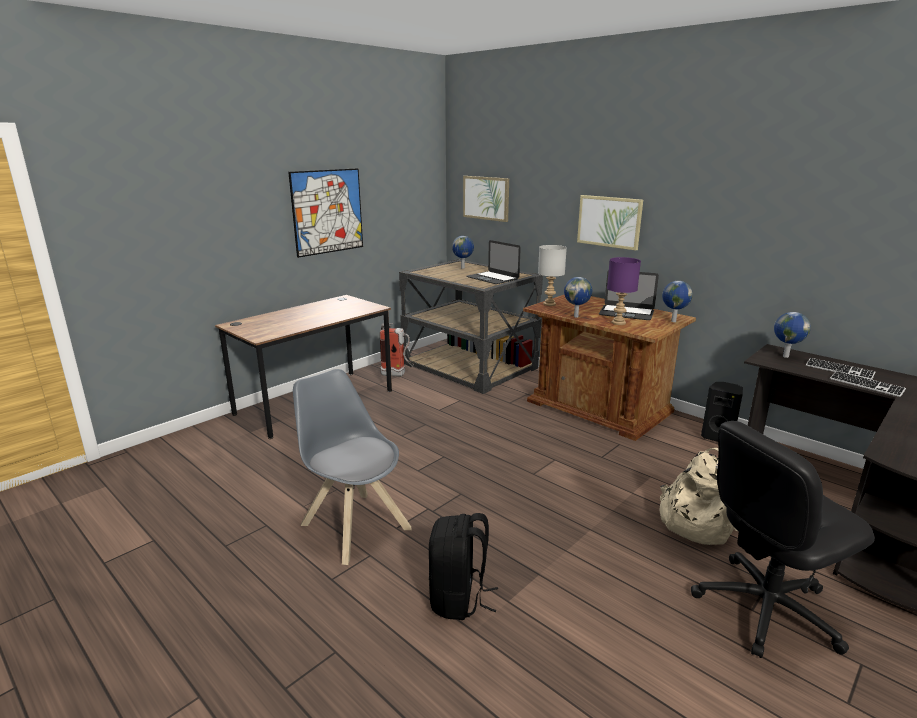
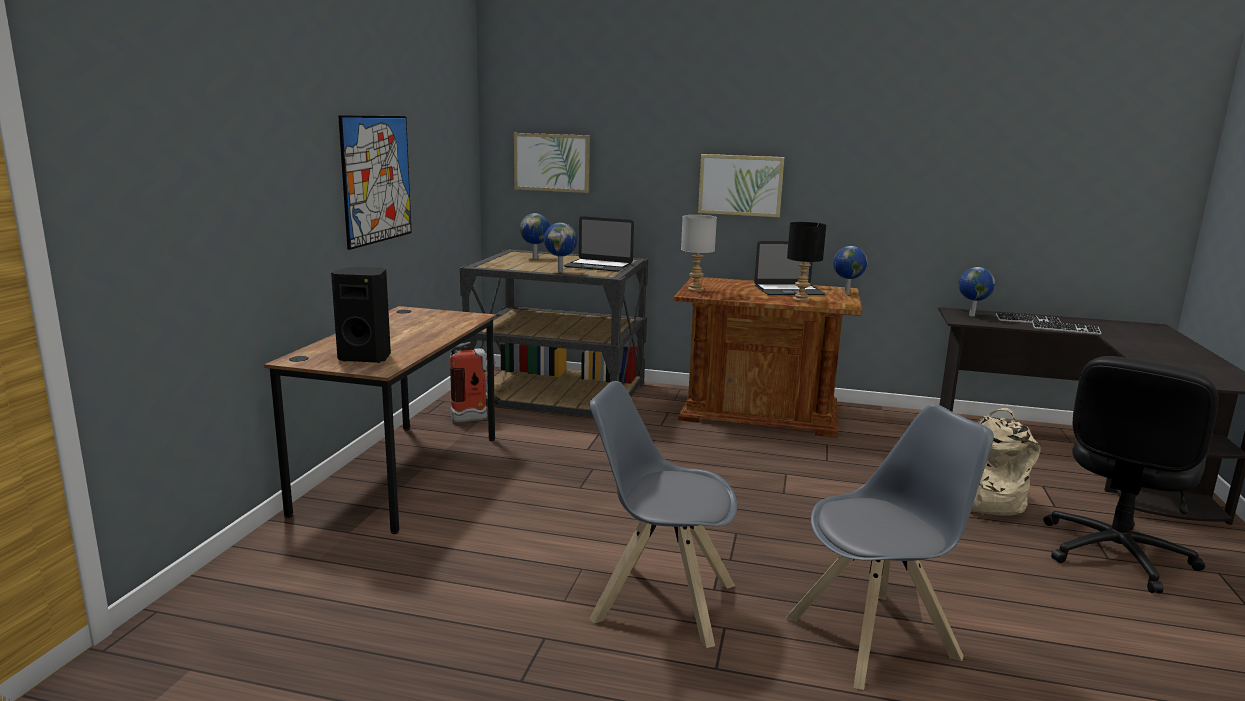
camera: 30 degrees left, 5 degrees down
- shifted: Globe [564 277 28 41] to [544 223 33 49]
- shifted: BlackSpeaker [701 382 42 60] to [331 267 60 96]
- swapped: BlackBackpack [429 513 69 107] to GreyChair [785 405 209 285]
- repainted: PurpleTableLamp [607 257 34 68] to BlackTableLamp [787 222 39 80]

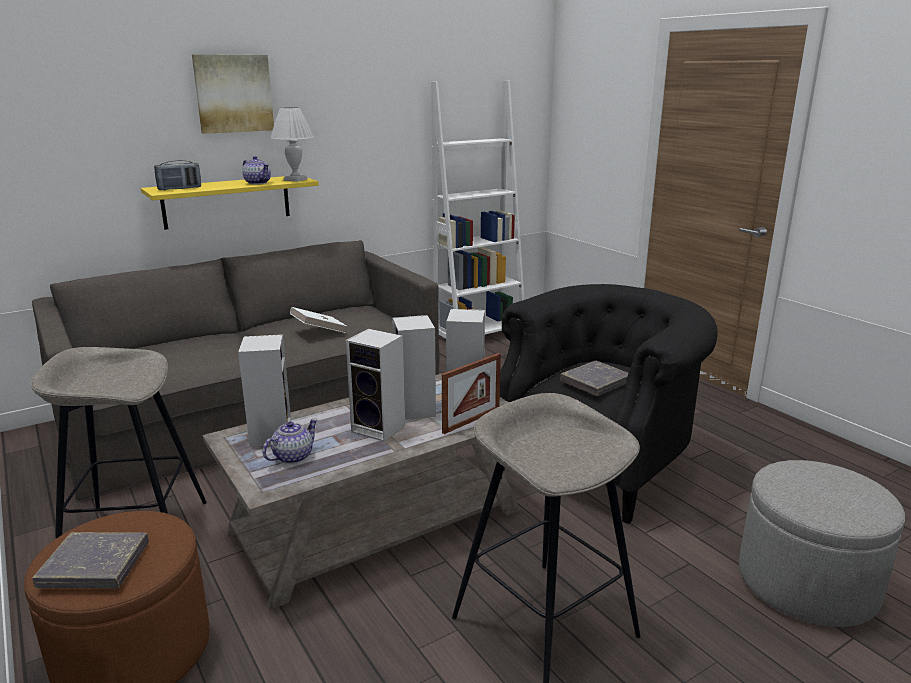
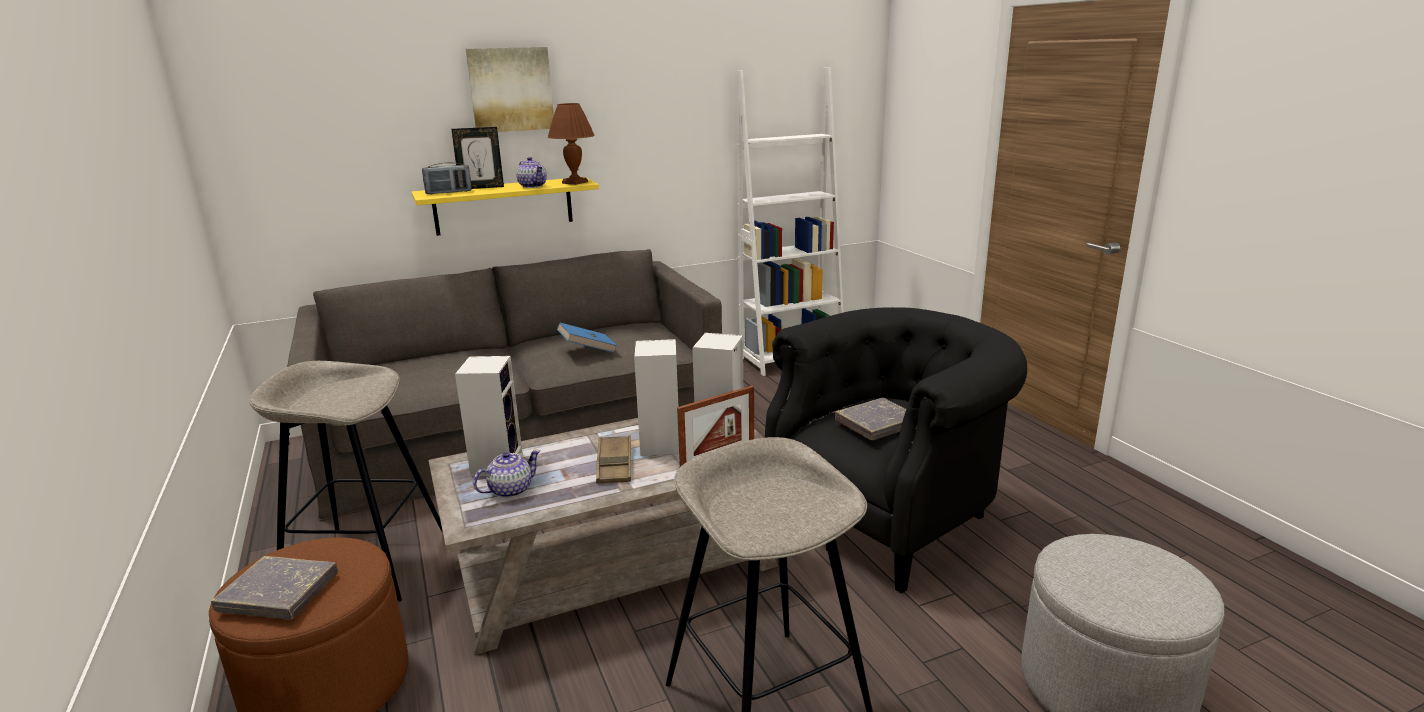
camera: 10 degrees right, 0 degrees up
- new: PictureFrame [451 127 53 62]
- swapped: Speaker [346 329 59 113] to BrownTray [596 435 35 49]
- repainted: WhiteTableLamp [270 107 44 75] to BrownTableLamp [548 103 47 82]
- repainted: WhiteBook [290 307 56 26] to BlueBook [557 322 60 31]

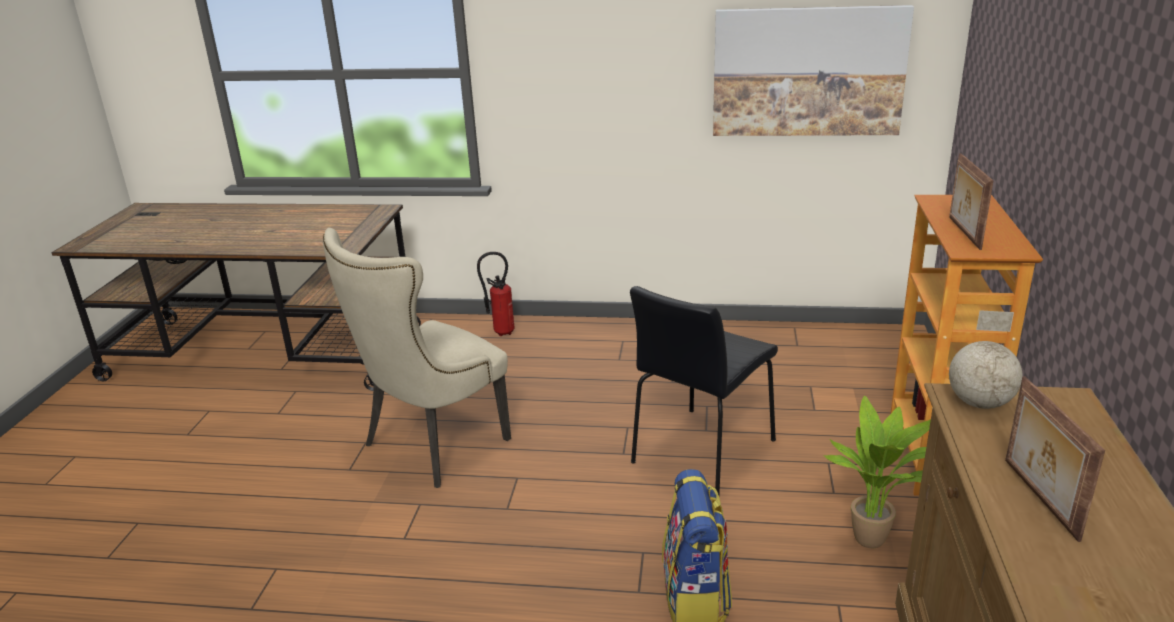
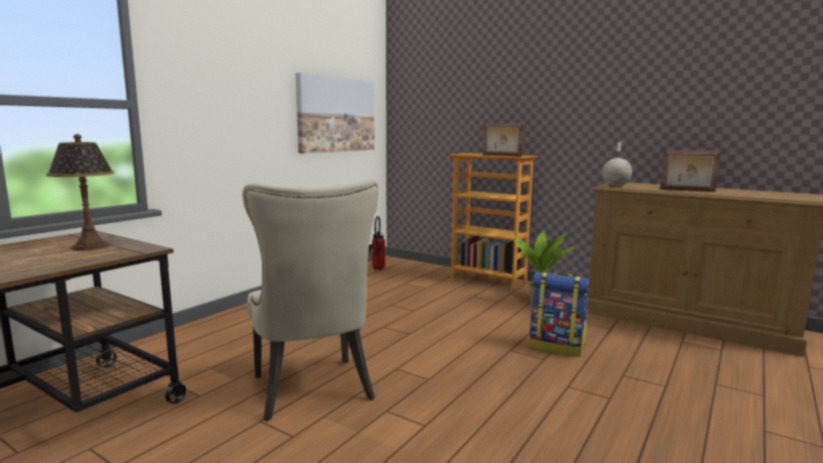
camera: 65 degrees left, 15 degrees down
- gone: BlackChair [630 286 148 210]
- new: TableLamp [46 134 68 117]
- shifted: FireExtinguisher [477 252 38 84] to [369 216 16 54]

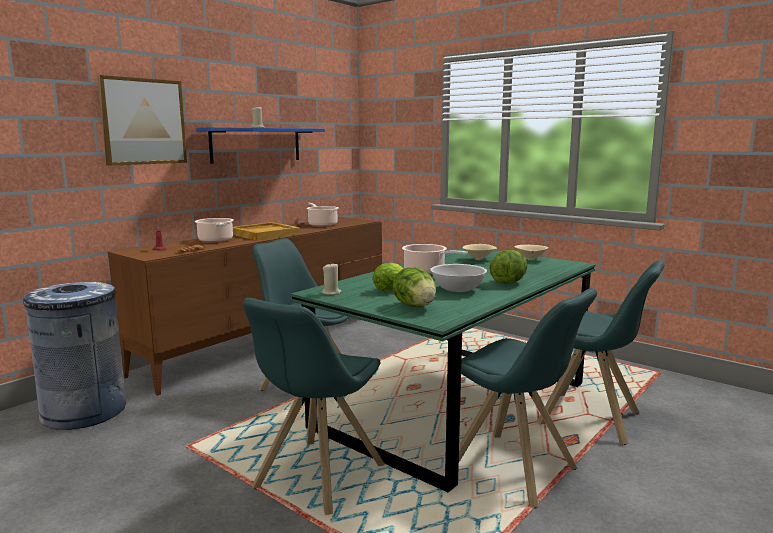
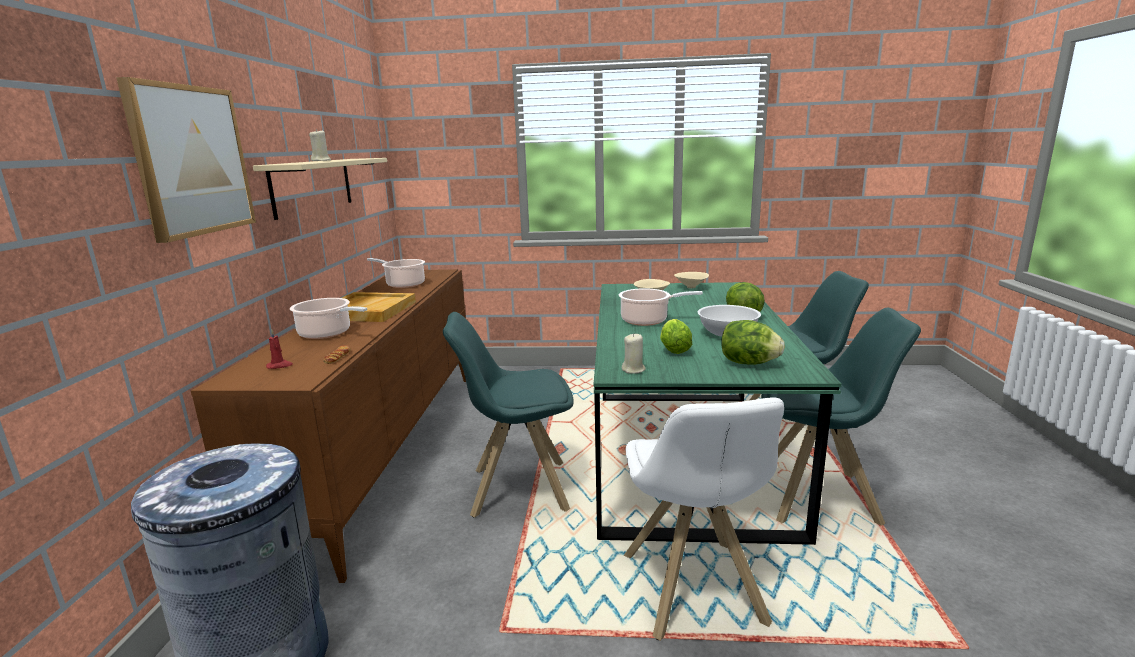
camera: 35 degrees left, 5 degrees up
- repainted: BlueShelf [196 127 129 37] to BeigeShelf [253 158 134 62]
- repainted: TurquoiseChair [243 298 142 217] to WhiteChair [624 397 160 244]

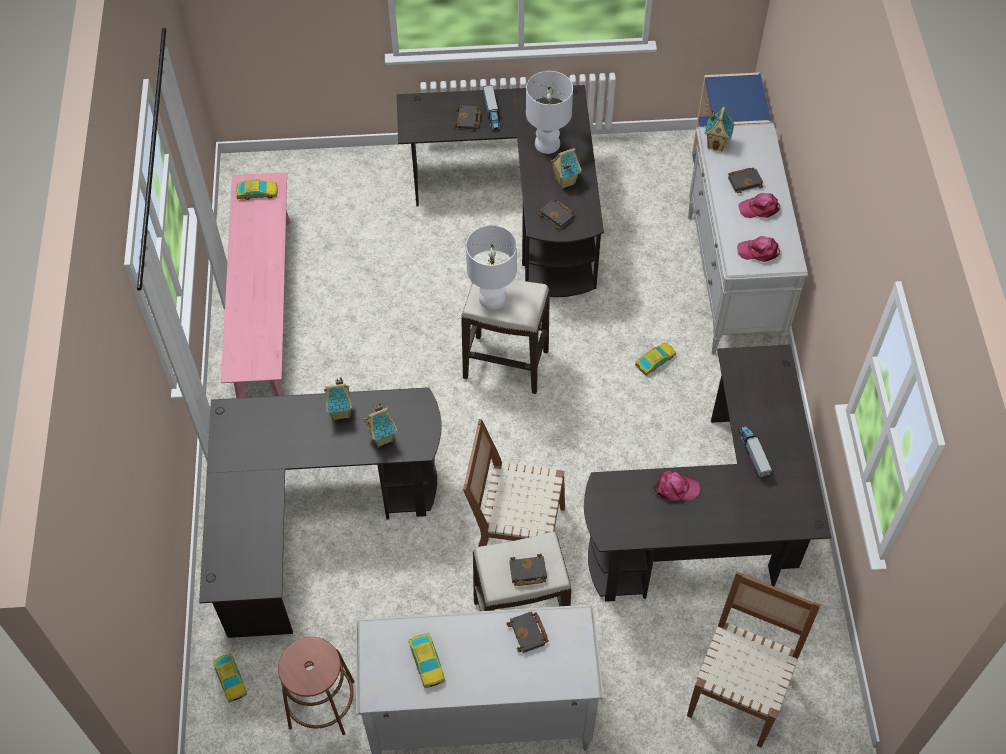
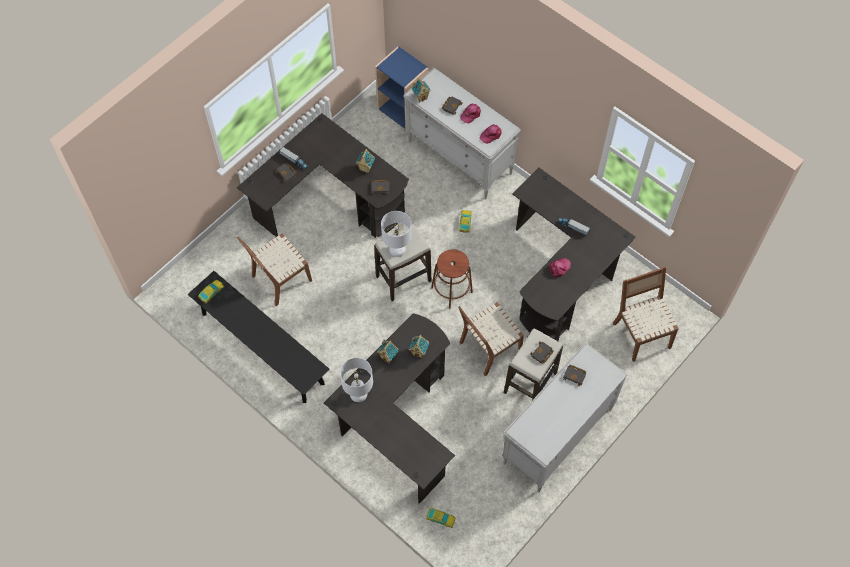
camera: 45 degrees left, 5 degrees up
- gone: ToyCar [409 633 36 55]
- new: Chair [237 233 75 73]
- shifted: BrownStool [278 637 77 98] to [431 249 42 60]
- shifted: WhiteTableLamp [526 71 47 83] to [340 358 33 44]
- repainted: PinkBench [221 172 69 226] to BlackBench [188 271 142 132]

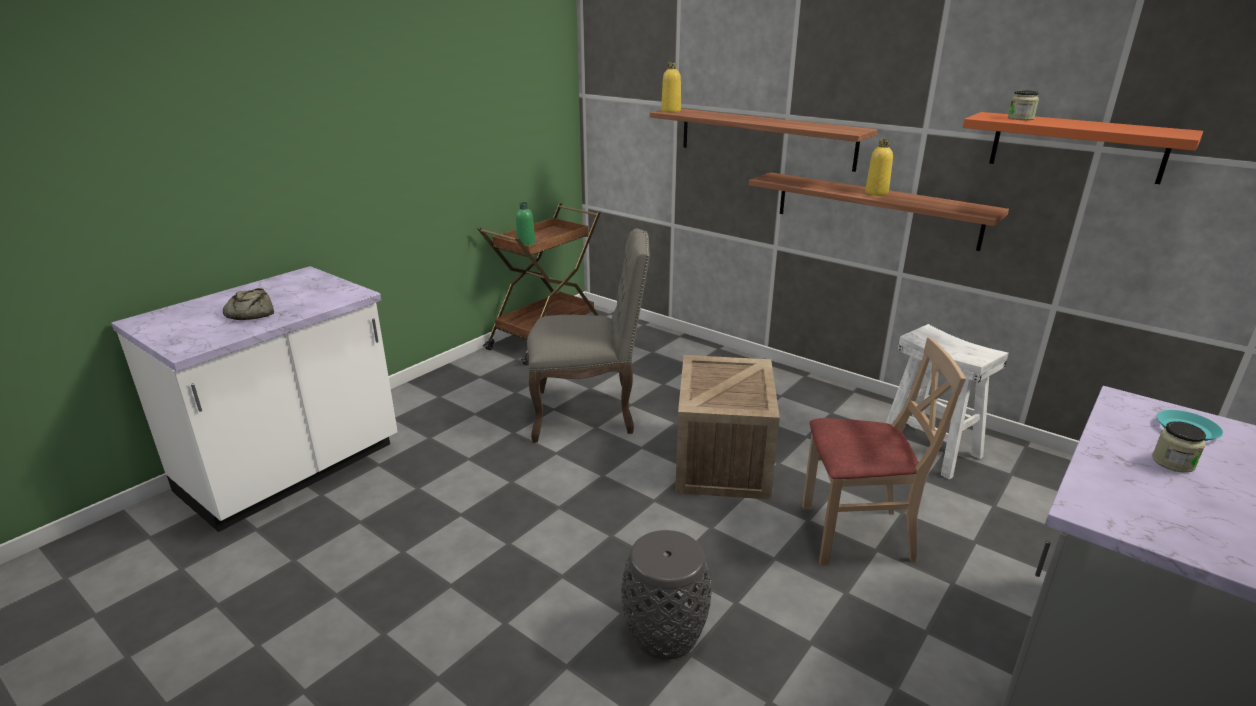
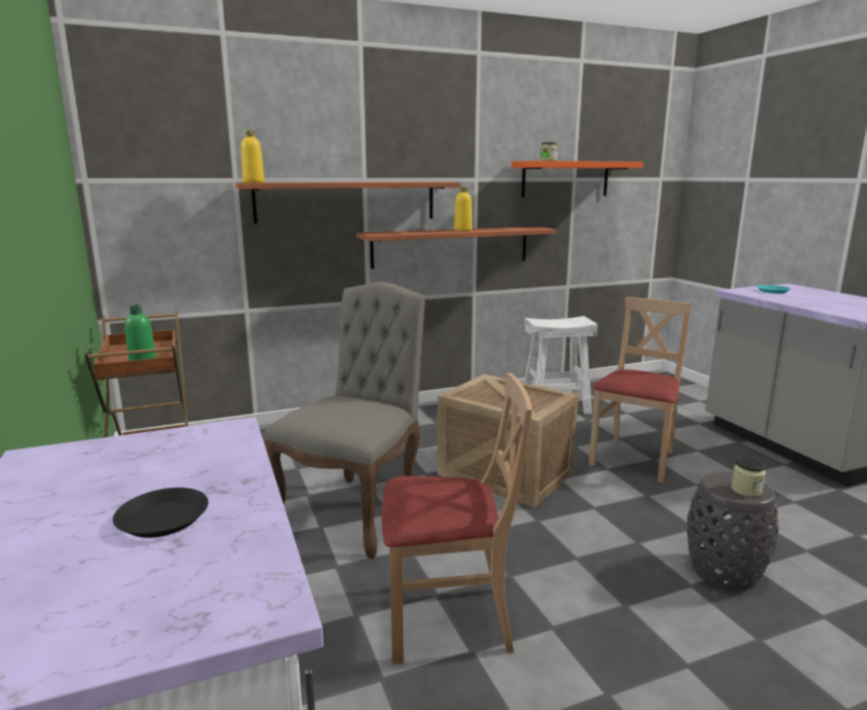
camera: 60 degrees left, 10 degrees down
- new: BeigeChair [382 373 150 291]
- shifted: Jar [1152 421 54 52] to [731 458 35 39]
- swapped: Bread [223 288 51 32] to BlackPlate [113 488 95 50]

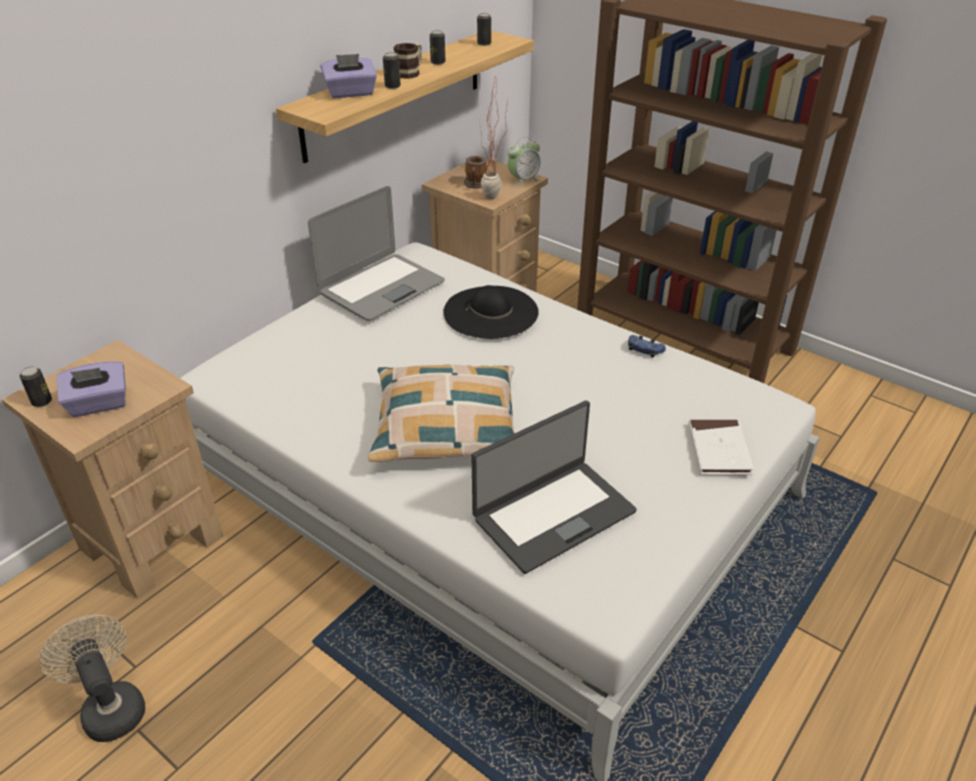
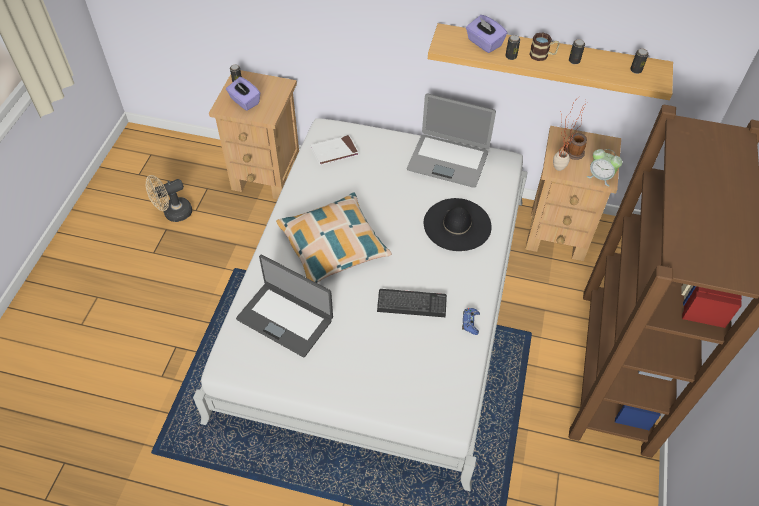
camera: 65 degrees right, 15 degrees up
- new: Keyboard [377 289 70 28]
- shifted: WhiteBook [688 419 66 56] to [311 135 48 30]
- rotated: BeigeFan [40 615 105 127] = [146 175 46 47] 150 degrees counterclockwise

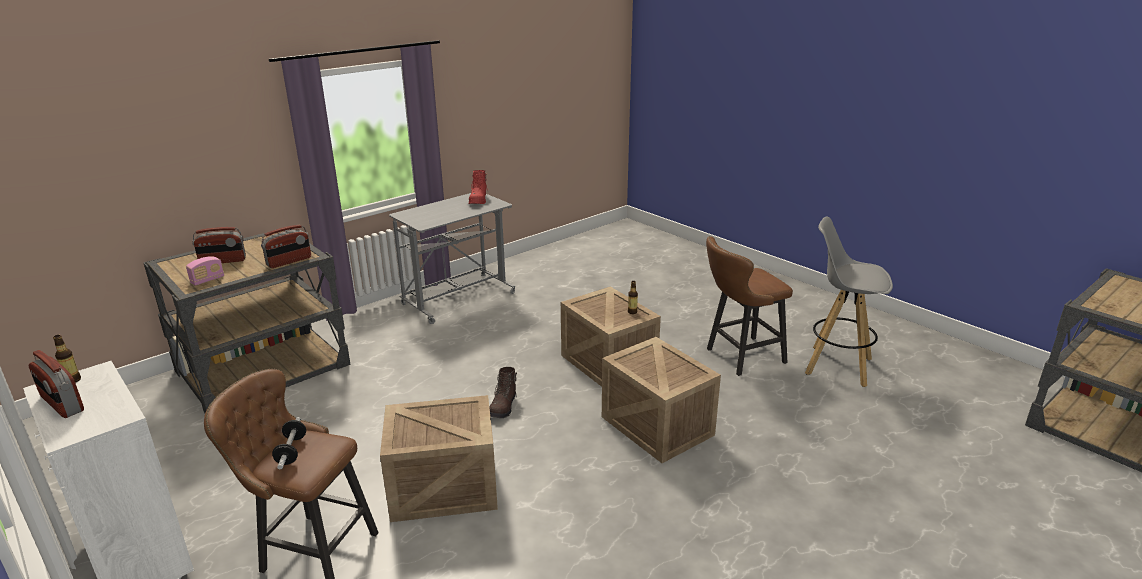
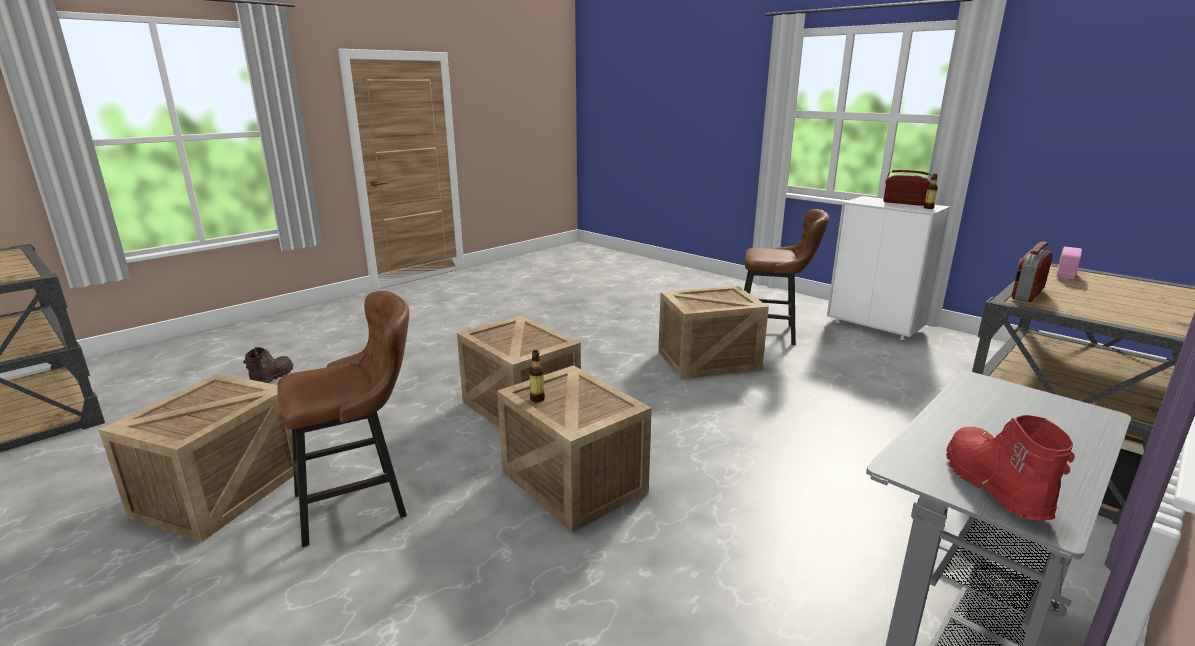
camera: 175 degrees right, 5 degrees down
- gone: Radio [192 227 54 36]
- gone: Dumbbell [272 417 34 52]
- shifted: BrownBoot [489 367 28 51] to [243 347 50 36]
- swapped: GreyStool [805 217 88 170] to Crate [99 373 195 169]

